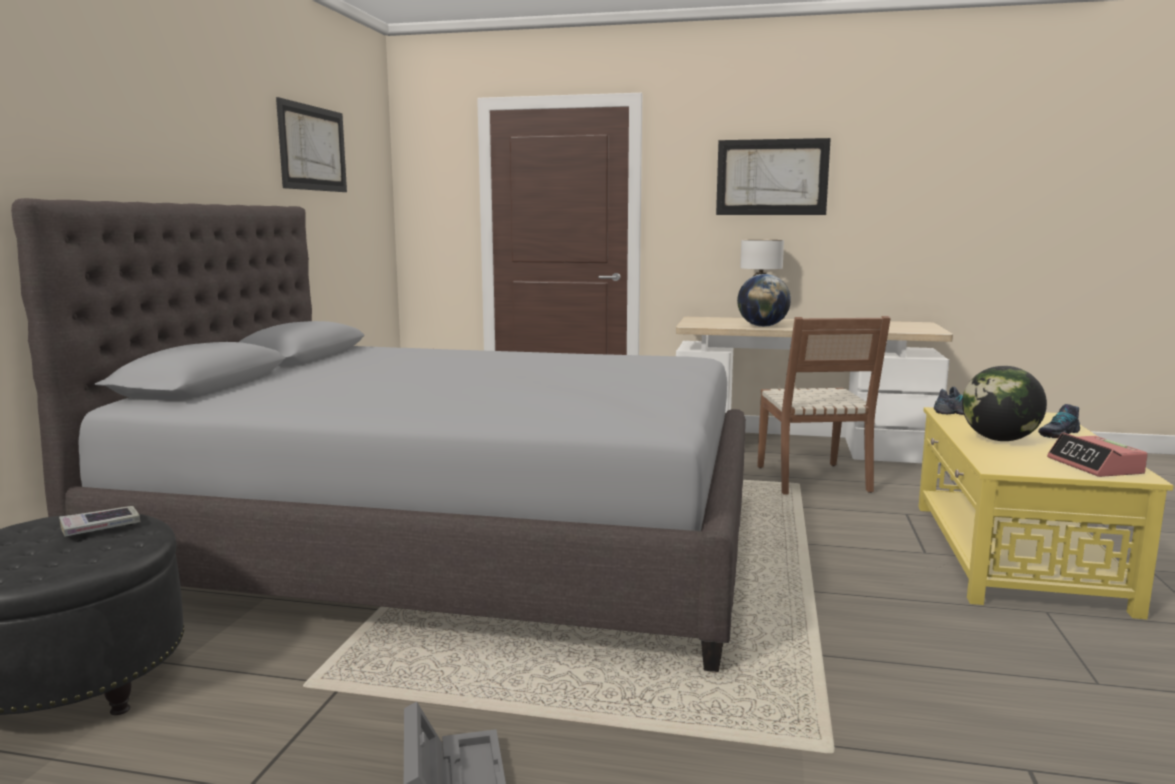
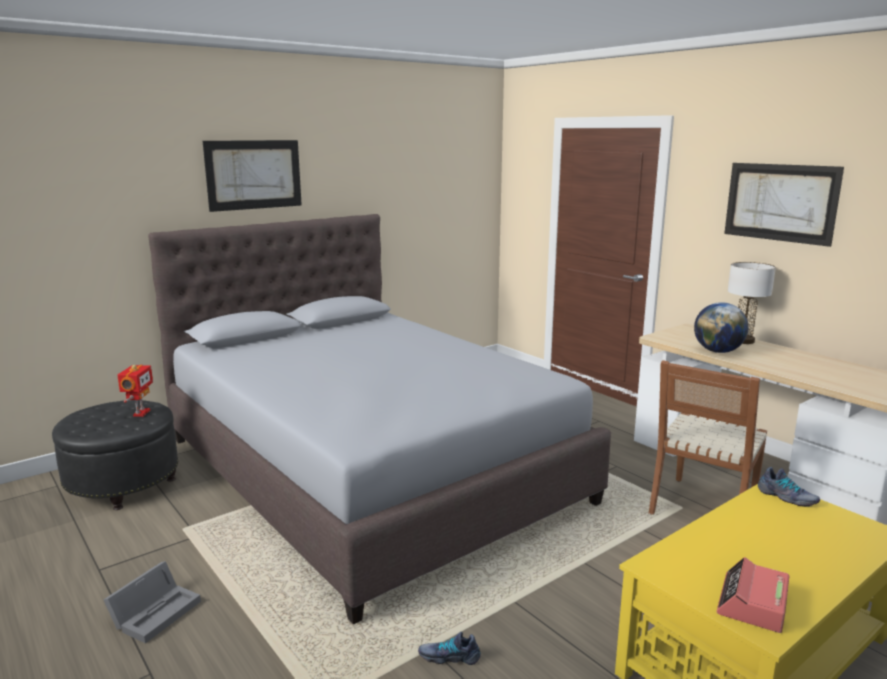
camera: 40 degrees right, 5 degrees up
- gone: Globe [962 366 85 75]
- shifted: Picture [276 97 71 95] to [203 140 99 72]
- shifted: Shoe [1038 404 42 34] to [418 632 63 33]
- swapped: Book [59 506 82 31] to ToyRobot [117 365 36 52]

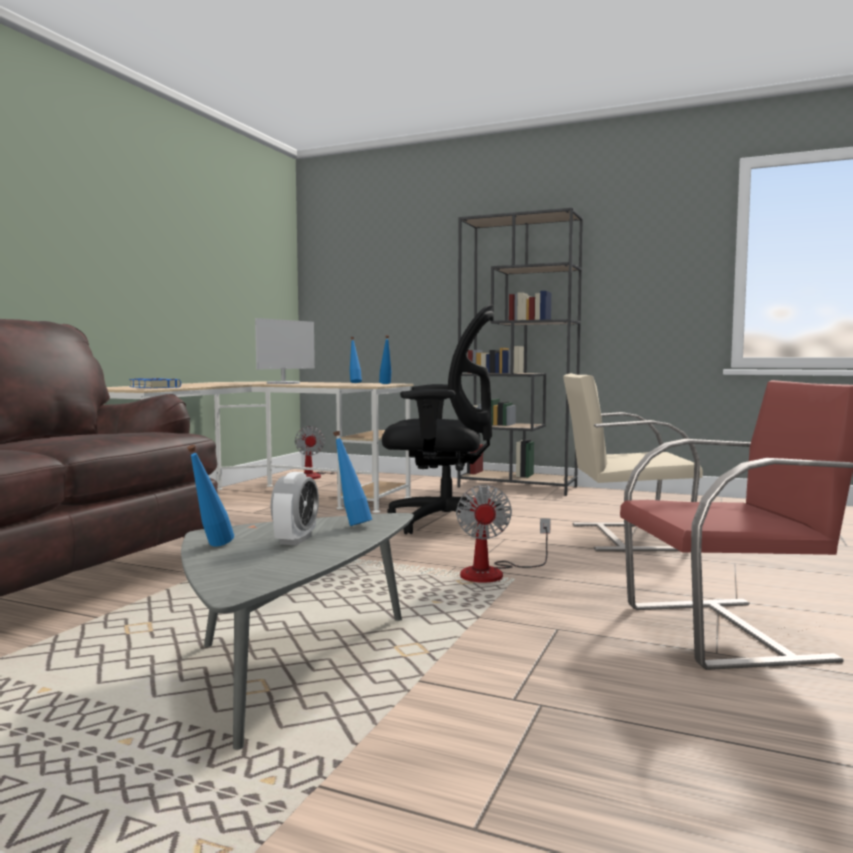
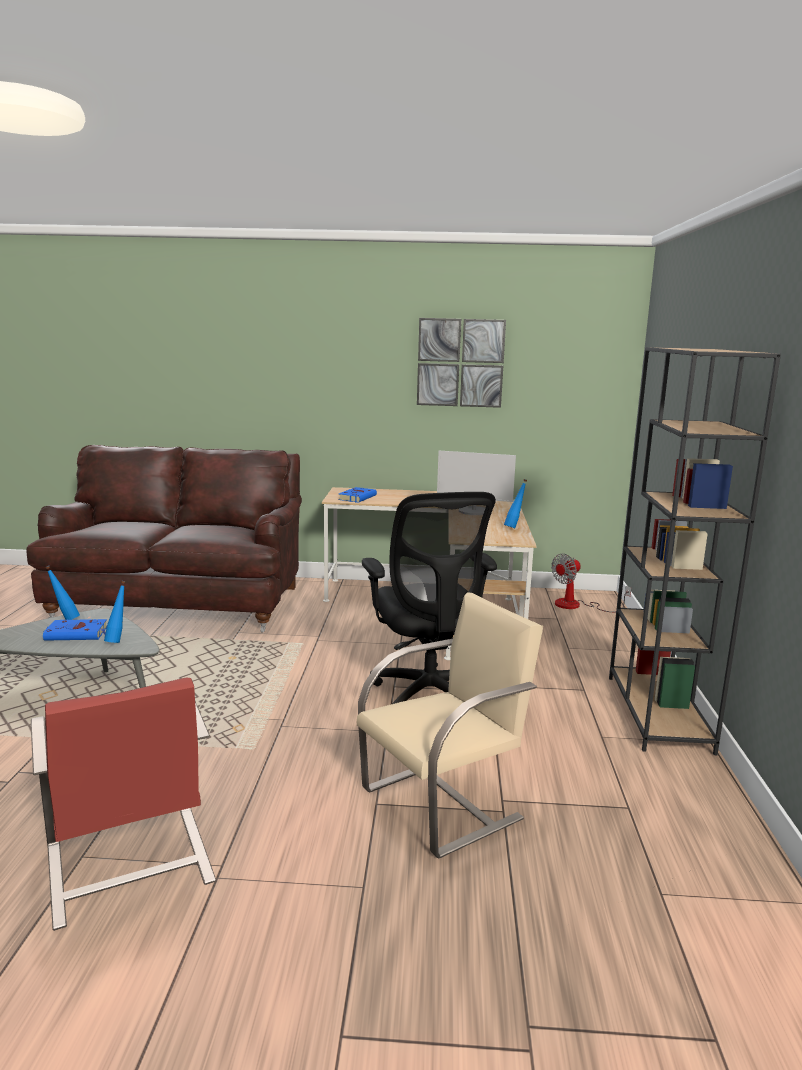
camera: 70 degrees right, 10 degrees up
- gone: BlueBottle [379 335 12 49]
- gone: Fan [456 485 95 98]
- new: Picture [417 318 89 90]
- swapped: AlarmClock [270 472 49 74] to BlueBook [43 619 64 22]
- rotated: BeigeChair [563 373 140 178] = [357 593 186 266] 75 degrees clockwise

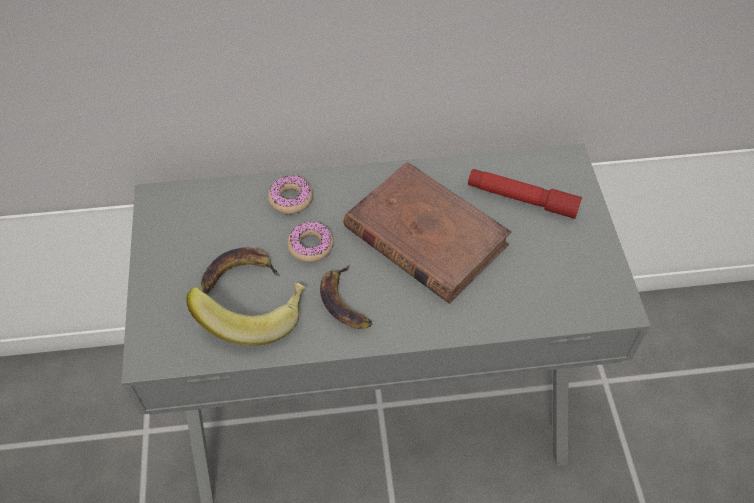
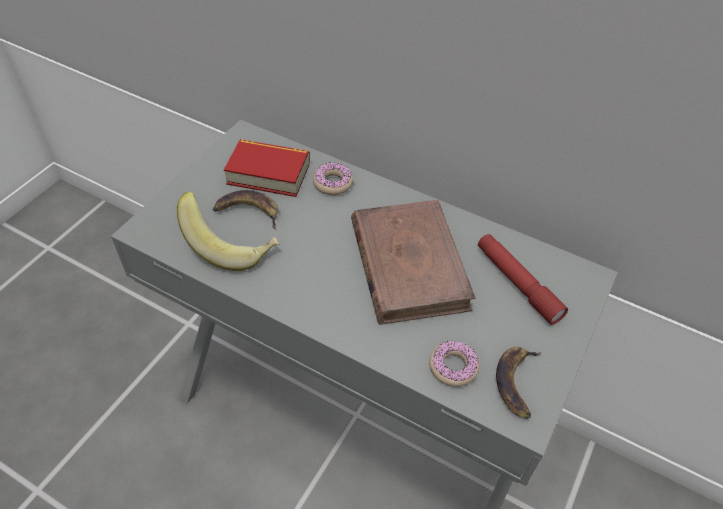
camera: 35 degrees right, 5 degrees down
- new: Book [224 139 86 58]
- shifted: Donut [287 222 47 40] to [429 341 51 46]
- shifted: Banana [320 265 52 64] to [496 347 46 72]

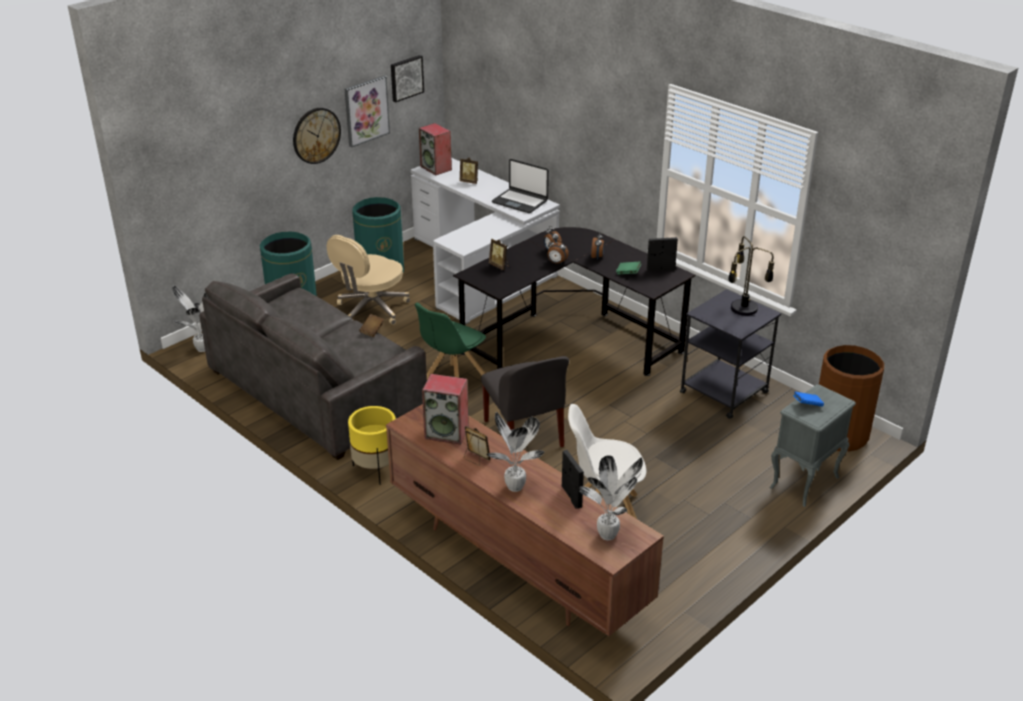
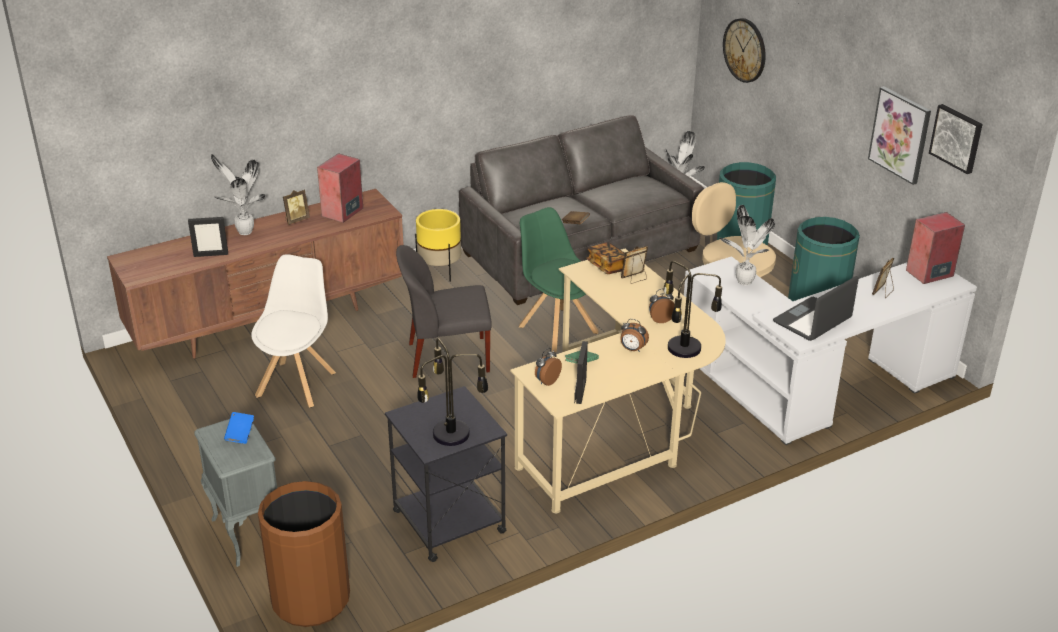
camera: 105 degrees right, 0 degrees up
- new: Book [586 242 39 32]
- new: TableLamp [664 261 58 97]
- shifted: WallClock [293 108 48 56] to [723 18 43 65]
- shifted: AlarmClock [547 238 22 26] to [535 348 27 38]
- shifted: PottedPlant [579 455 64 86] to [720 205 55 81]
- repainted: BlackDesk [453 227 243 149] to BeigeDesk [510 249 216 264]

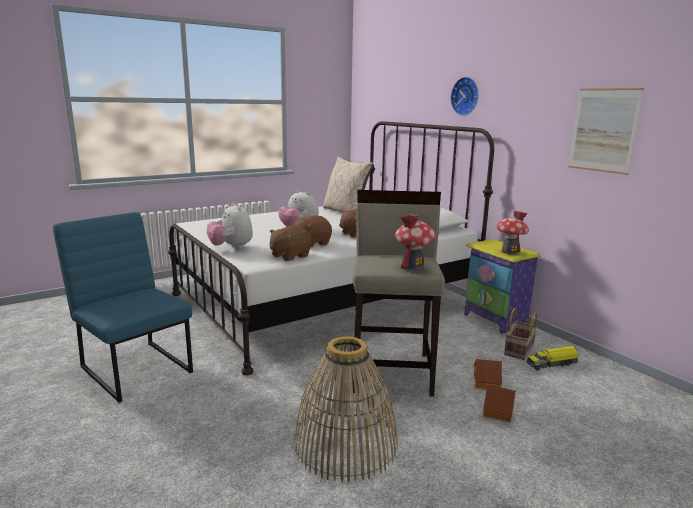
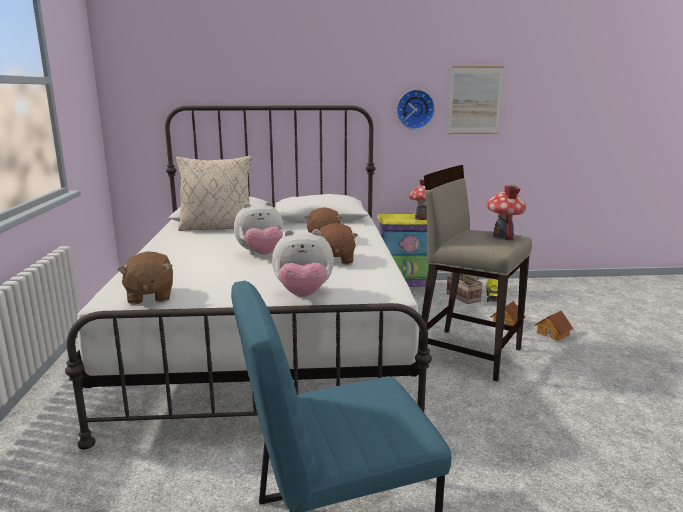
camera: 60 degrees left, 0 degrees up
- gone: Basket [293 337 105 145]
- shifted: BrownPlushToy [270 226 42 35] to [118 251 55 53]
- shifted: WallClock [451 77 28 39] to [397 89 38 41]

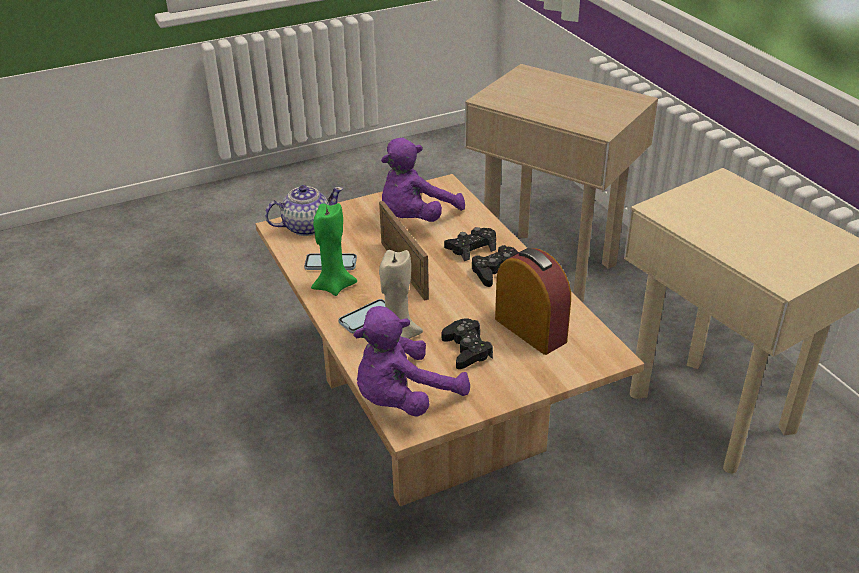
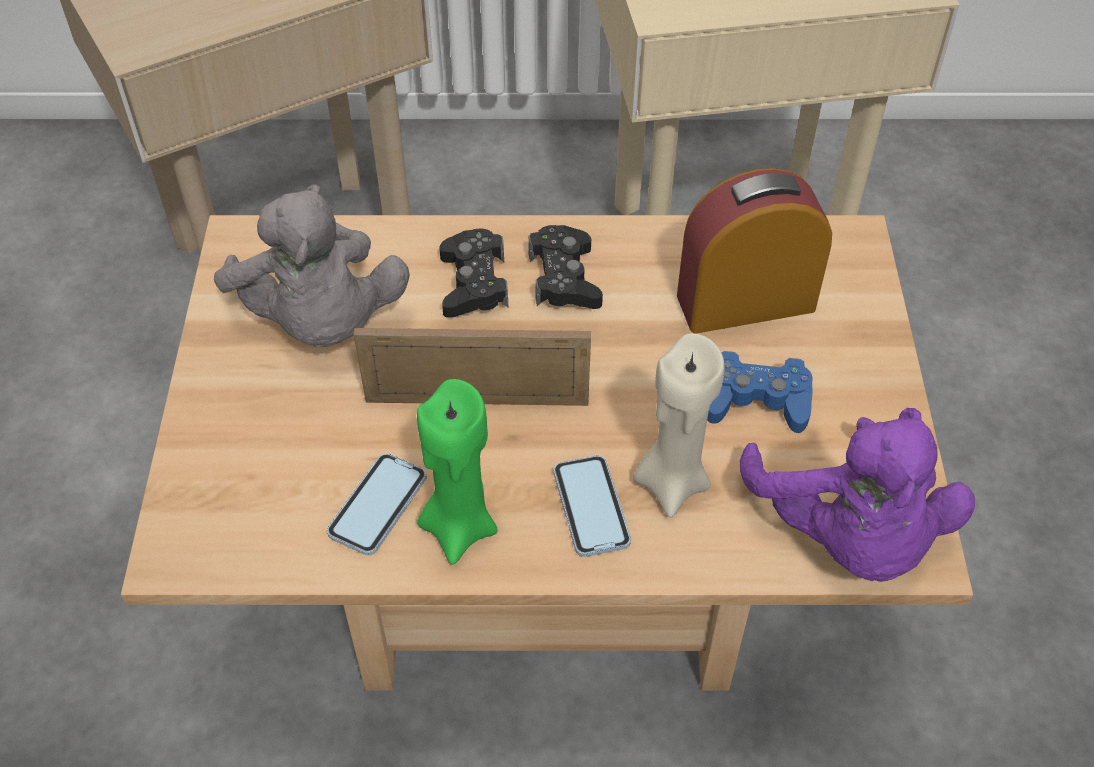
camera: 65 degrees left, 15 degrees up
- gone: Teapot [265 185 78 51]
- repainted: PurplePlushToy [381 138 84 84] to GreyPlushToy [214 184 196 163]
- repainted: BlackGameController [442 318 51 51] to BlueGameController [707 351 106 82]

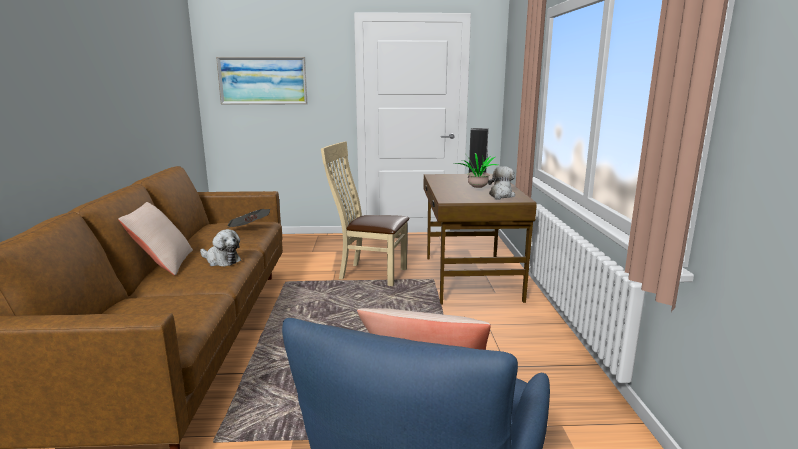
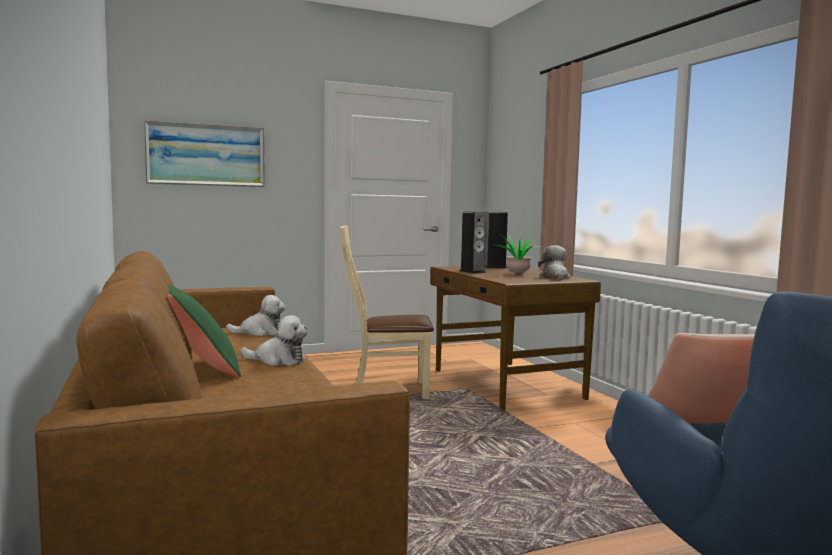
camera: 20 degrees left, 10 degrees down
- new: Speaker [460 211 26 63]
- swapped: Newspaper [228 209 42 19] to PlushToy [226 295 60 41]
- repainted: BeigePillow [118 202 75 73] to GreenPillow [166 284 75 94]

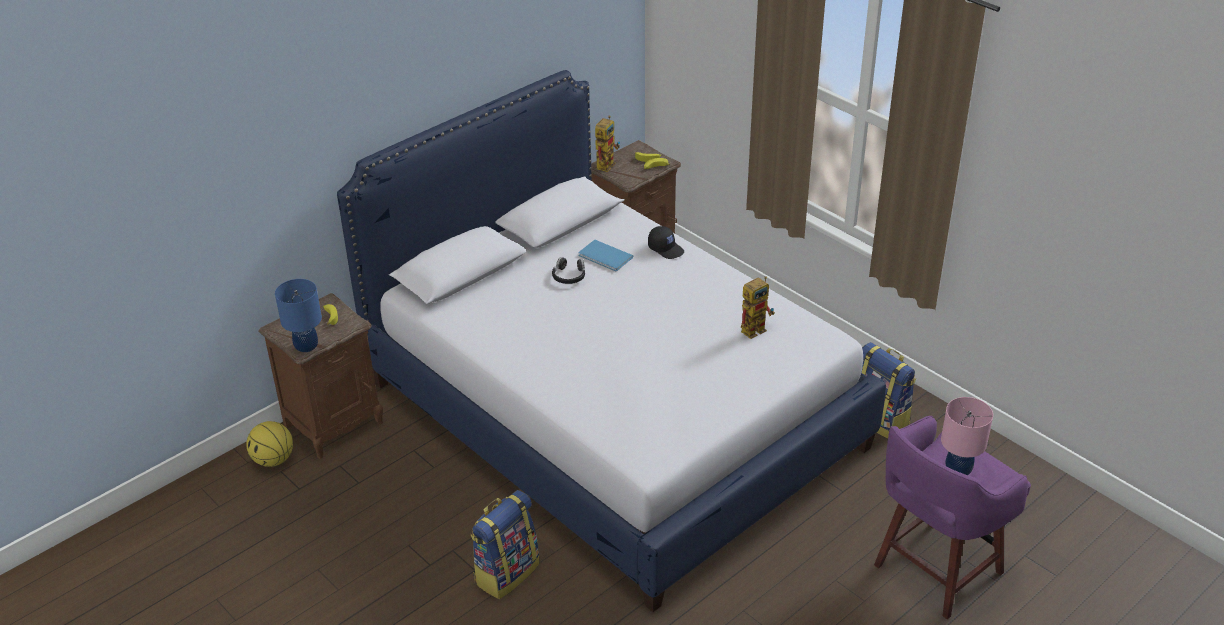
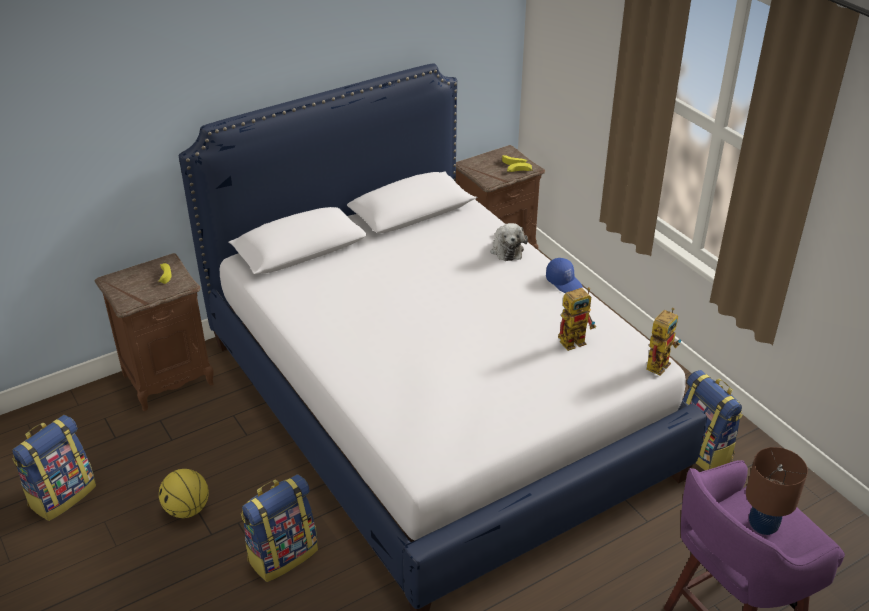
camera: 10 degrees right, 0 degrees up
- gone: BlueTableLamp [275 279 47 73]
- gone: BlackHeadphones [552 257 33 27]
- gone: BlueBook [578 240 56 32]
- new: Backpack [12 415 84 106]
- new: BlueCap [546 258 37 35]
- shifted: Basketball [246 421 47 46] to [159 469 50 49]
- shifted: ToyRobot [595 115 25 57] to [646 307 35 69]
- swapped: BlackCap [648 226 36 33] to PlushToy [491 223 37 38]
- repainted: PinkTableLamp [941 397 52 78] to BrownTableLamp [746 447 62 88]

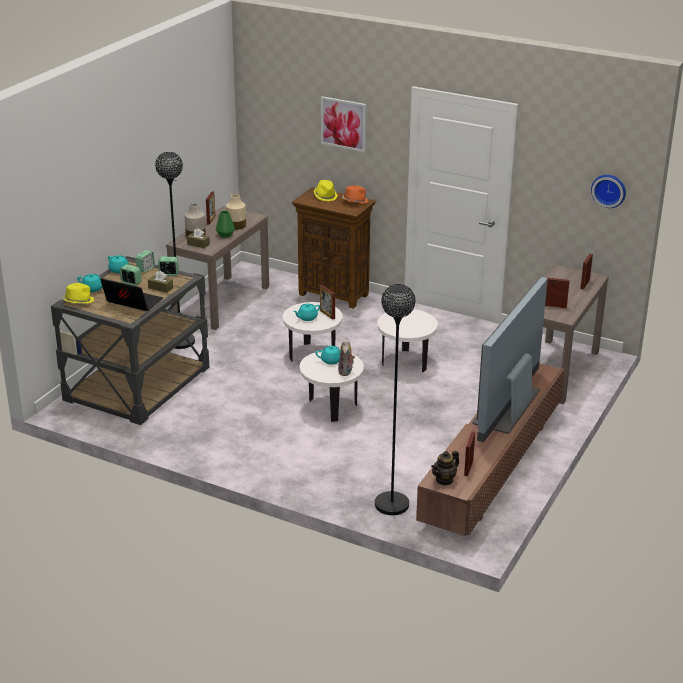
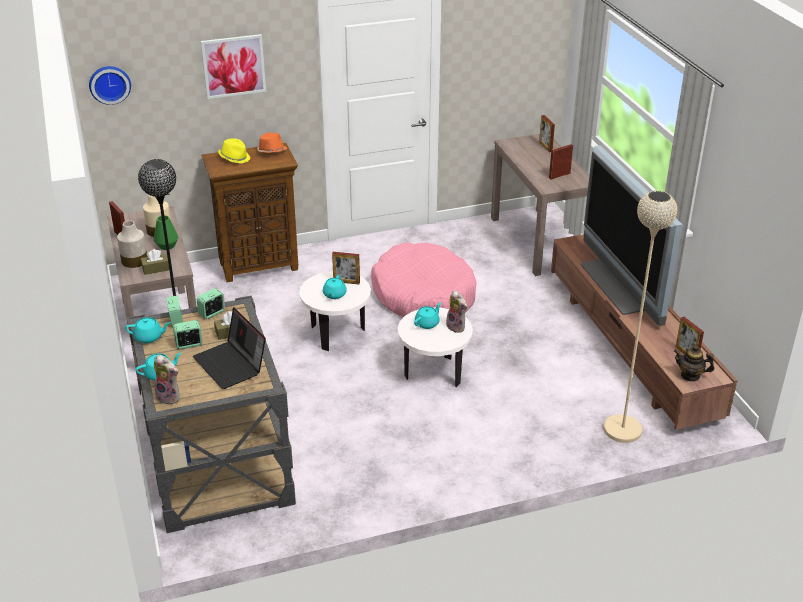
camera: 45 degrees left, 5 degrees up
- shifted: WallClock [591 175 35 33] to [89 66 42 39]
- swapped: YellowHat [63 283 31 21] to PlushToy [154 355 26 50]
- swapped: WhiteSideTable [377 309 61 63] to PinkDogBed [371 242 105 75]
- repainted: BlackFloorLamp [375 284 40 231] to BeigeFloorLamp [604 191 73 252]
- rotated: Laptop [100 278 63 33] = [192 307 74 82] 105 degrees counterclockwise
- rotated: Teapot [431 450 28 36] = [674 345 40 37] 105 degrees clockwise

